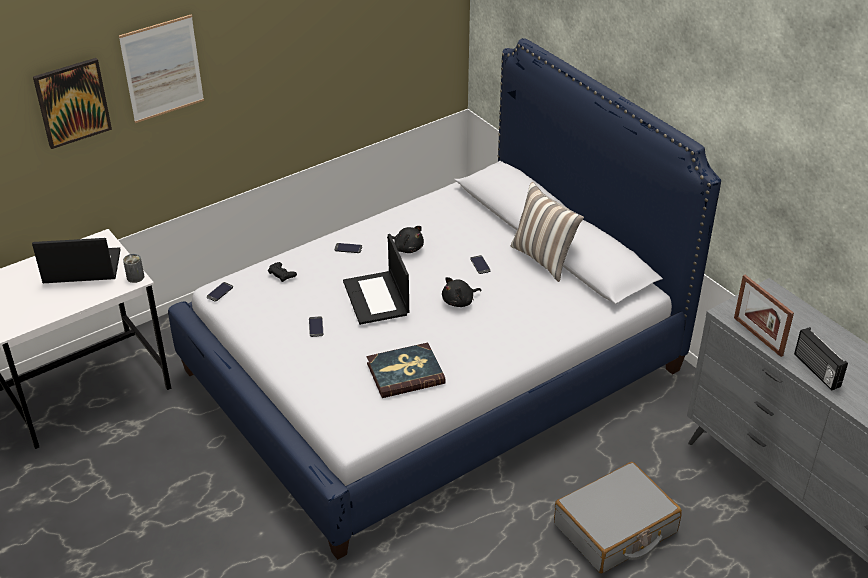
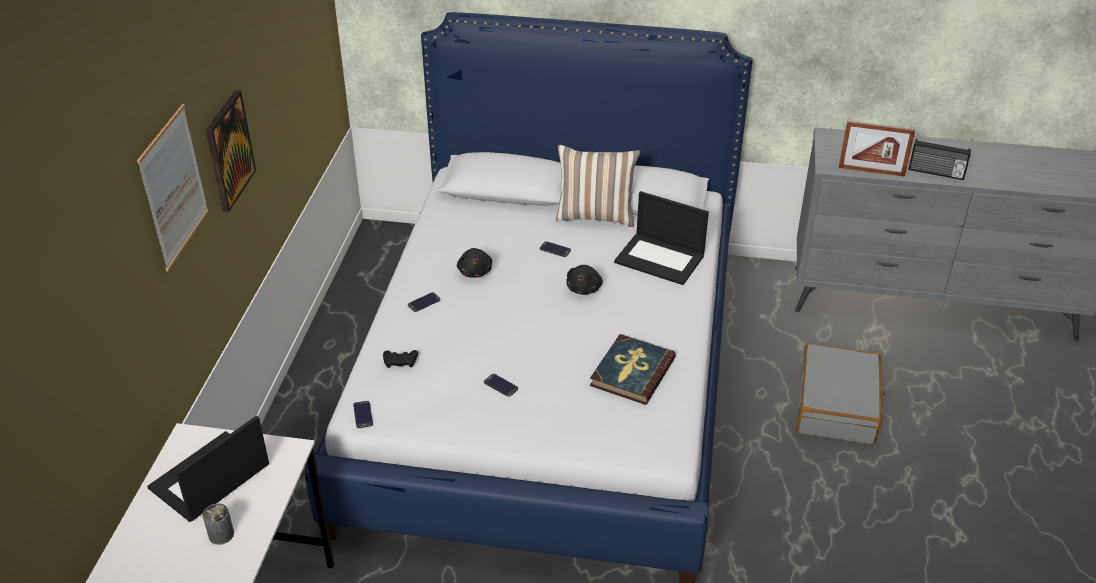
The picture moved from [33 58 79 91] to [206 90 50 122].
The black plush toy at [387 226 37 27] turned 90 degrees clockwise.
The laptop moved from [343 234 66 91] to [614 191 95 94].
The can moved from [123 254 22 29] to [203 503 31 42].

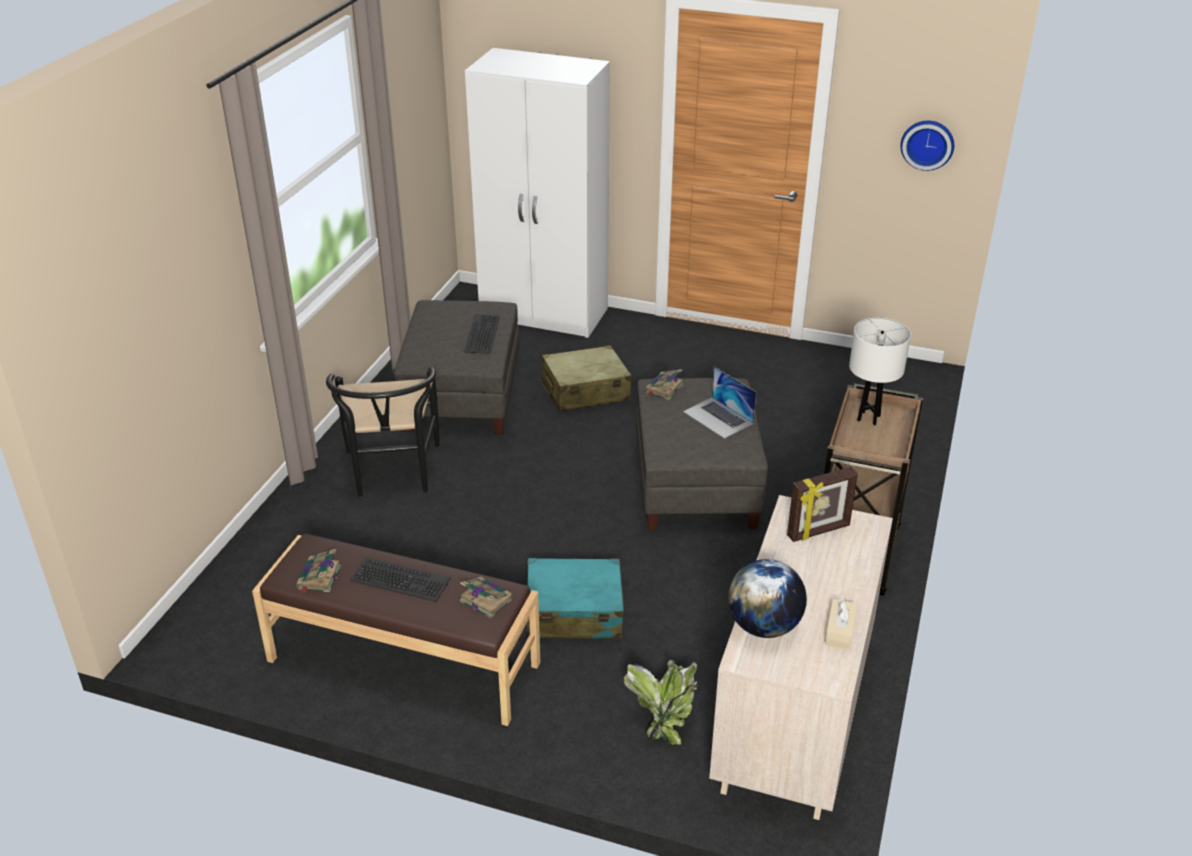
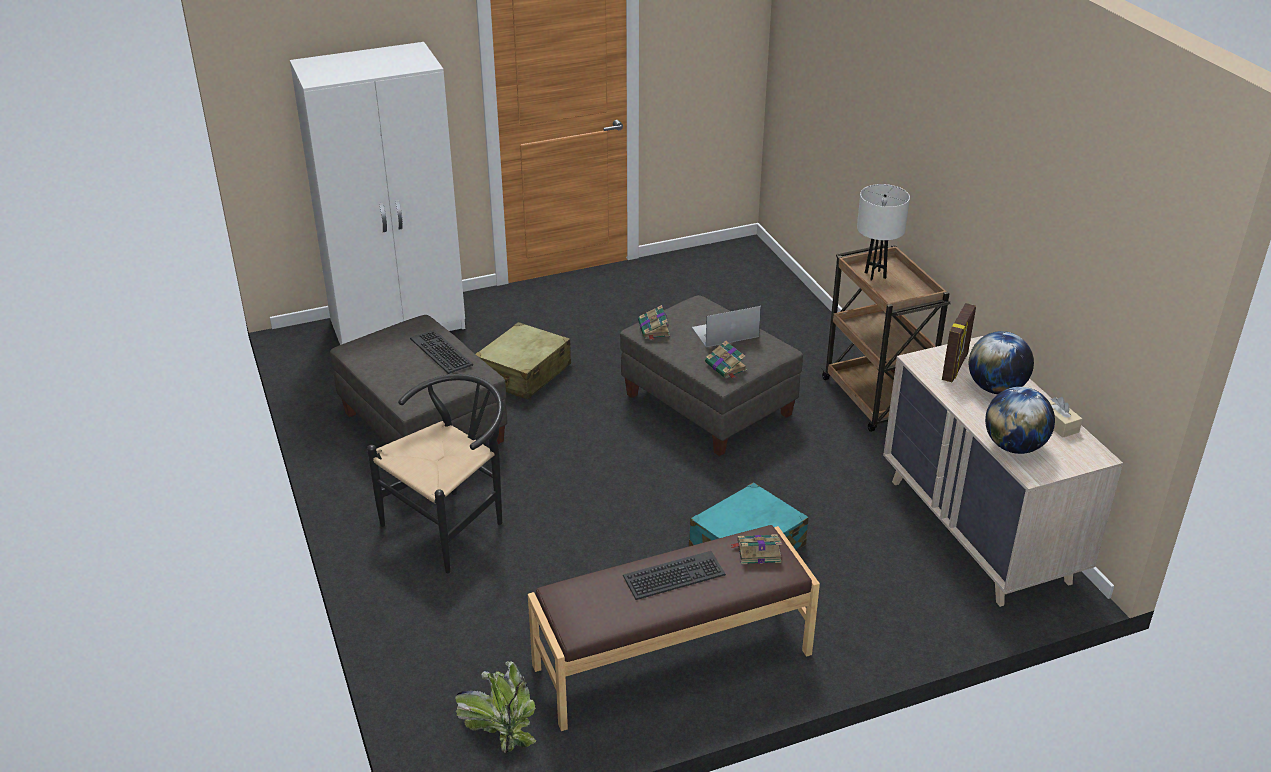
The wall clock at [900 121 54 50] disappeared.
The black chair at [326 367 113 130] turned 90 degrees counterclockwise.
The laptop at [683 367 73 72] turned 150 degrees clockwise.
The book moved from [296 549 46 45] to [705 341 42 38].
The potted plant moved from [624 660 74 85] to [455 661 81 92].
The globe at [969 331 65 63] appeared.

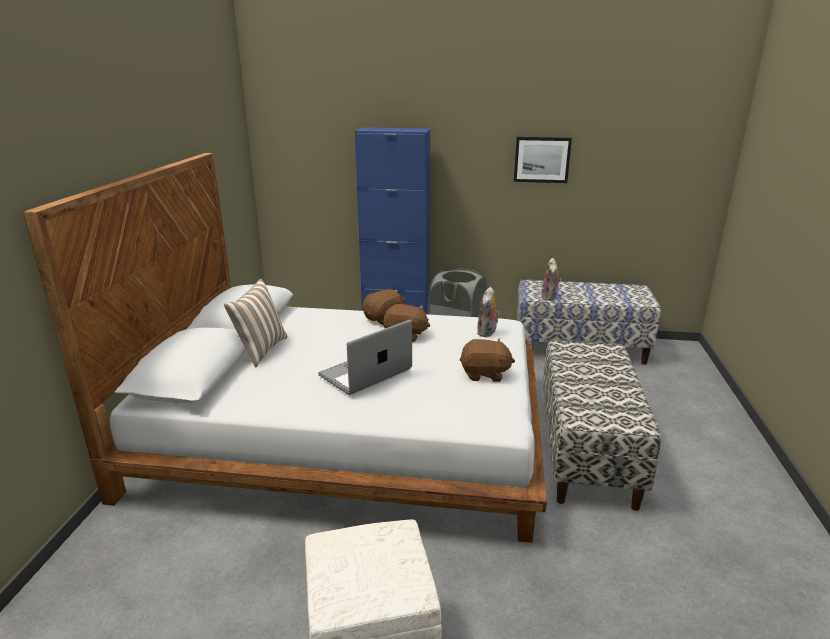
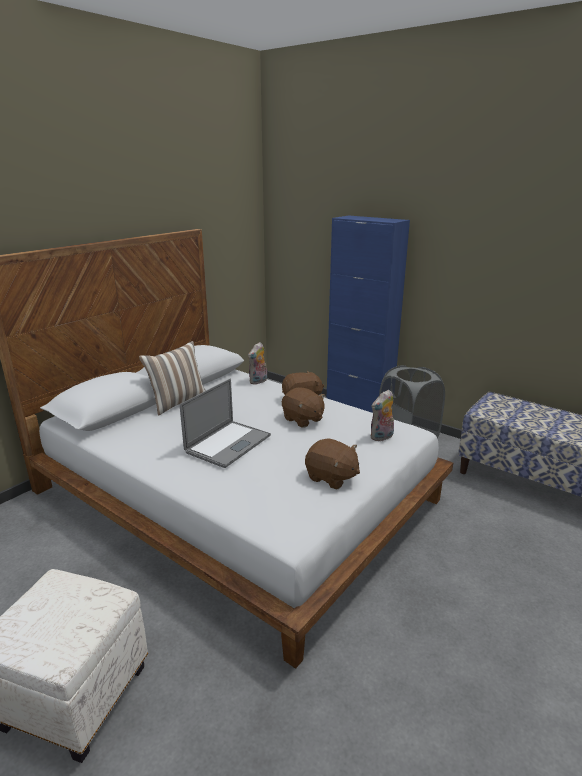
The picture at [514 137 58 46] disappeared.
The plush toy moved from [541 258 20 43] to [248 342 19 43].
The laptop at [318 319 94 76] turned 135 degrees clockwise.
The bench at [543 340 118 171] disappeared.

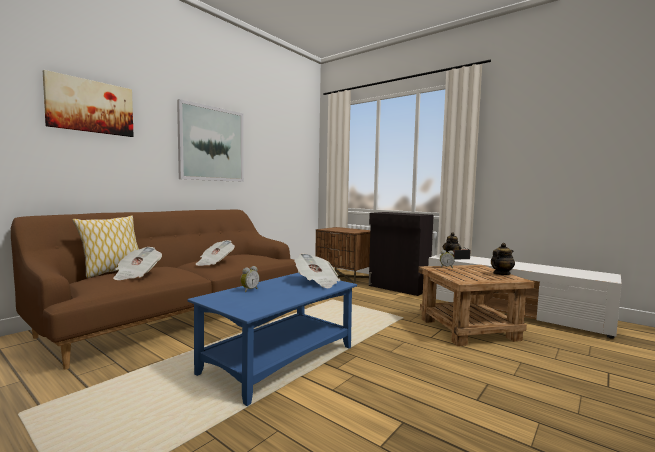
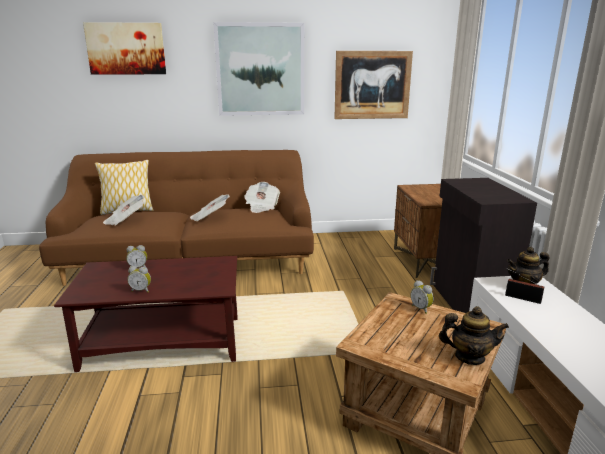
The newspaper moved from [294 253 46 35] to [244 182 36 31].
The blue coffee table at [187 273 170 133] became the brown coffee table at [54 256 184 116].
The picture at [334 51 79 68] appeared.
The alarm clock at [127 266 24 26] appeared.

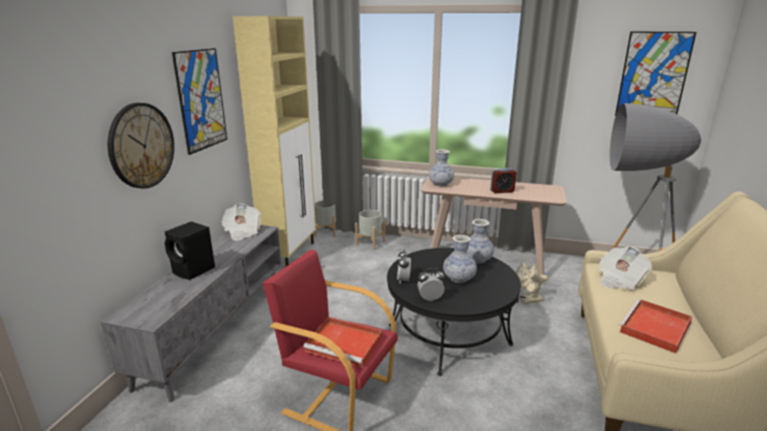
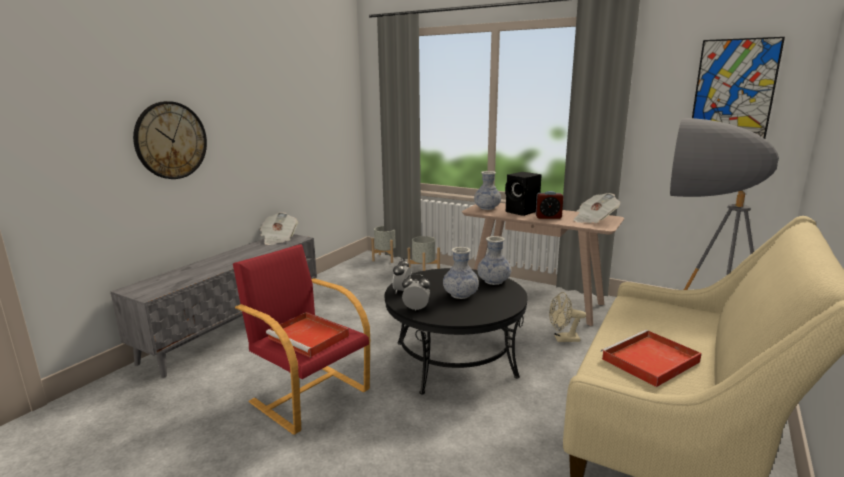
The beige cabinet at [233 16 83 251] disappeared.
The picture at [172 48 55 107] disappeared.
The black speaker moved from [165 221 50 59] to [505 172 37 44].
The newspaper moved from [598 247 54 43] to [573 193 47 30].

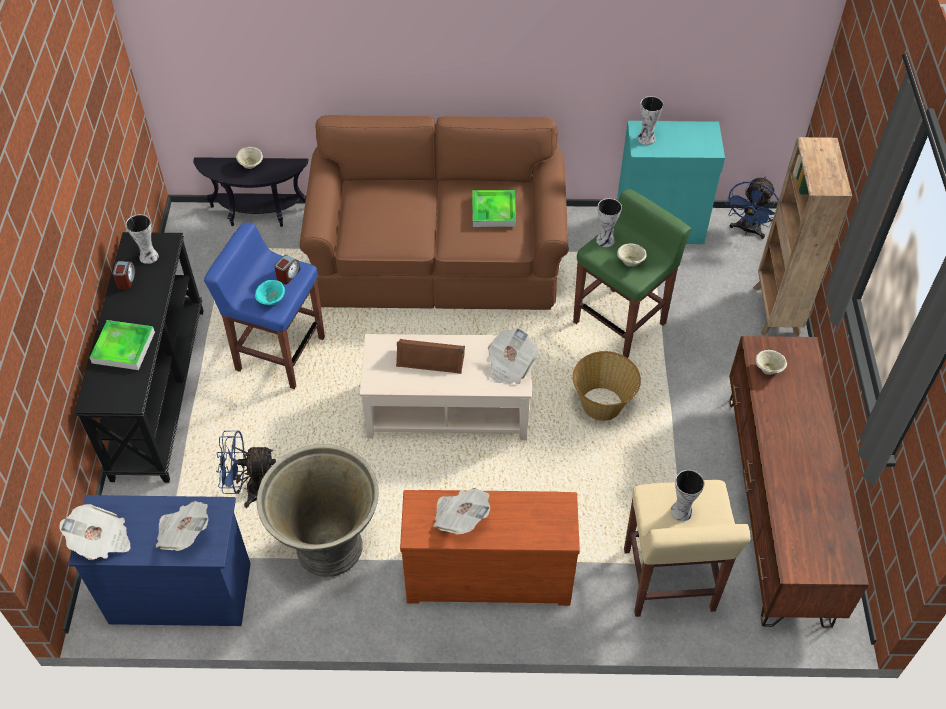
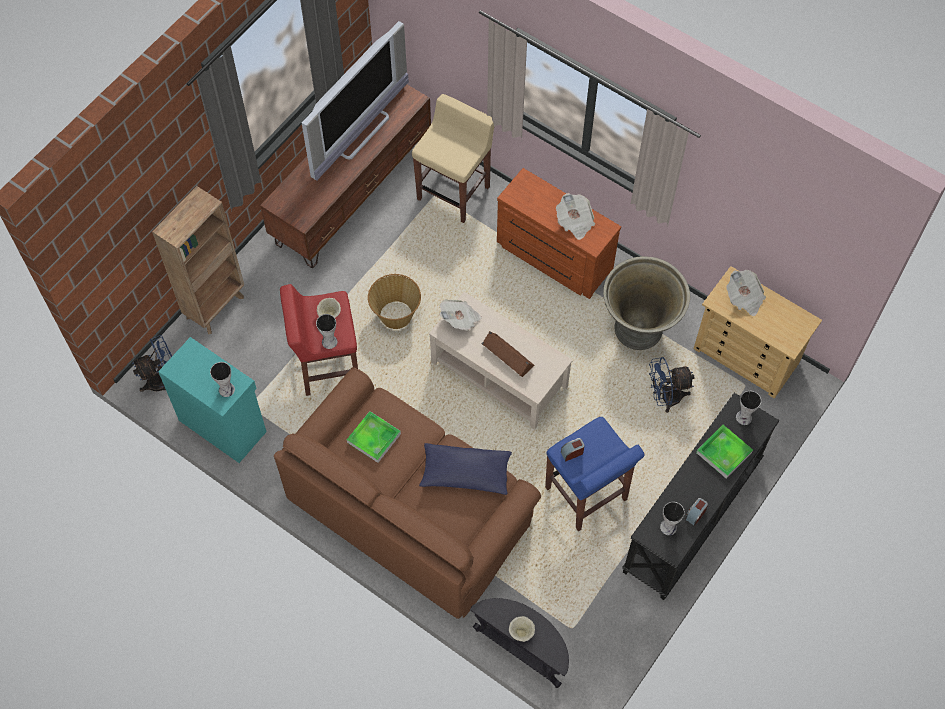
The green stool at [573 189 118 169] became the red stool at [280 284 78 112].
The turquoise bowl at [255 280 30 25] disappeared.
The beige bowl at [756 350 31 25] disappeared.
The blue fan at [216 430 60 78] turned 135 degrees clockwise.
The vase moved from [671 470 34 51] to [736 390 25 35].
The blue dresser at [68 495 183 131] became the beige dresser at [694 266 128 133].
The newspaper at [59 504 72 56] disappeared.
The television at [302 21 107 160] appeared.
The blue pillow at [419 443 93 52] appeared.

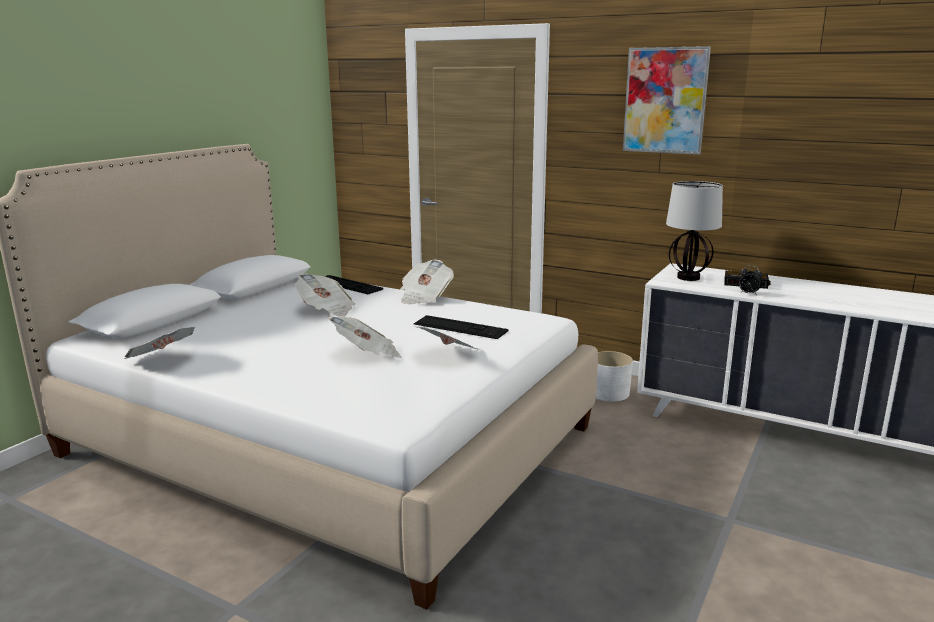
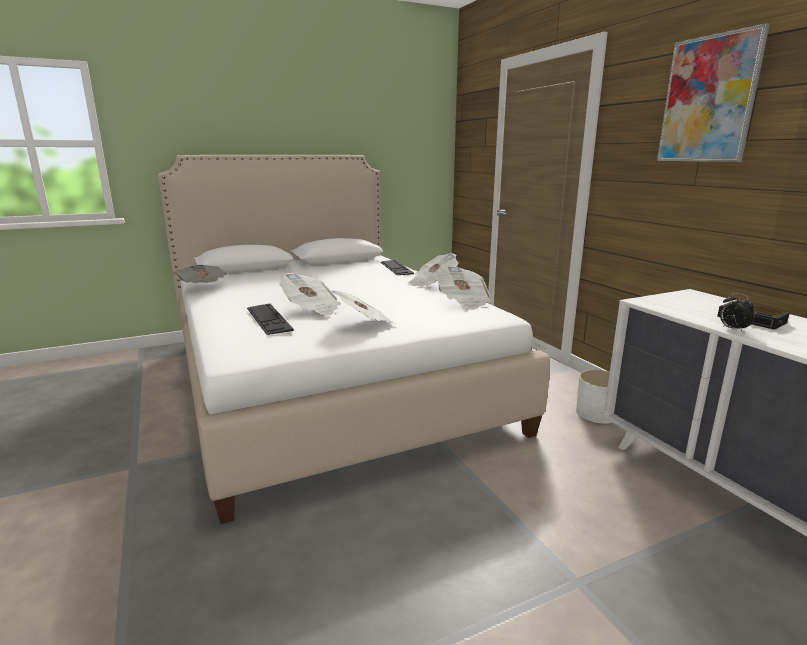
The table lamp at [666 181 57 100] disappeared.
The newspaper moved from [294 273 62 44] to [437 266 54 44].
The keyboard moved from [414 315 94 24] to [247 304 47 31].

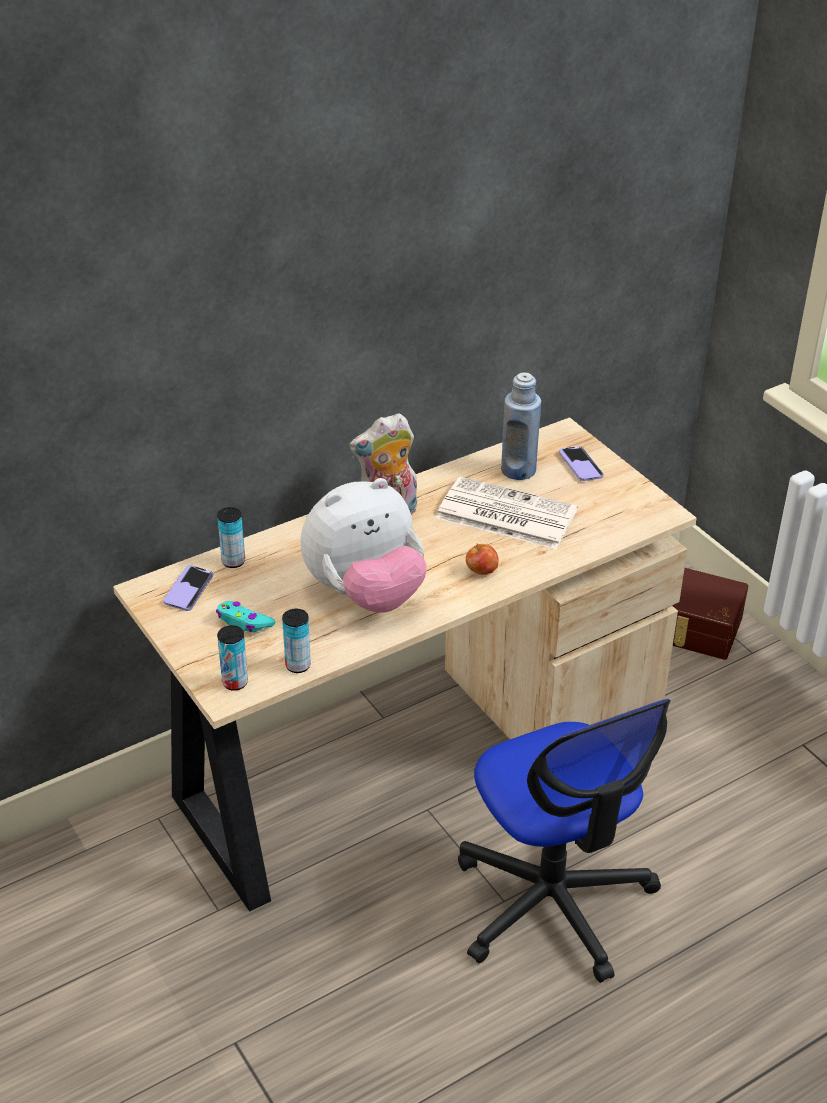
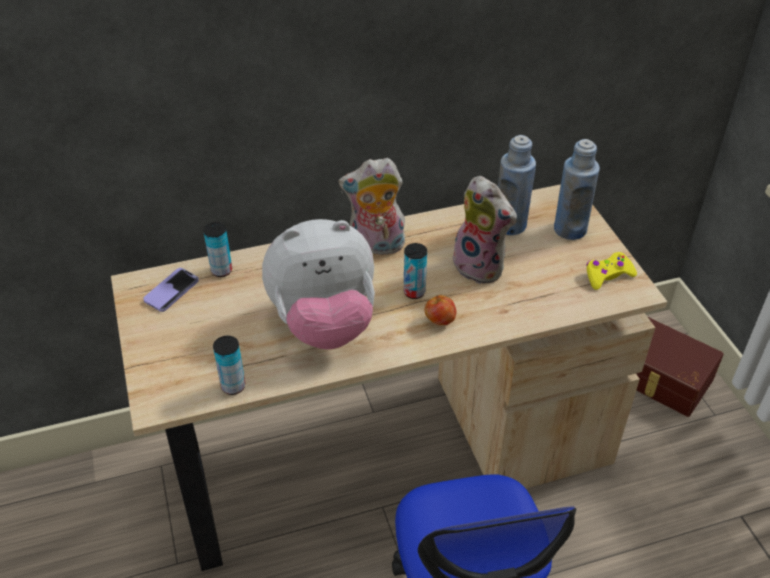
The phone at [559 446 45 35] was replaced by the blue bottle at [554 139 46 101].
The newspaper at [436 477 142 72] was replaced by the plush toy at [453 176 64 108].
The turquoise game controller at [216 601 60 31] disappeared.
The can moved from [217 625 31 66] to [404 243 23 56].
The yellow game controller at [586 252 51 38] appeared.

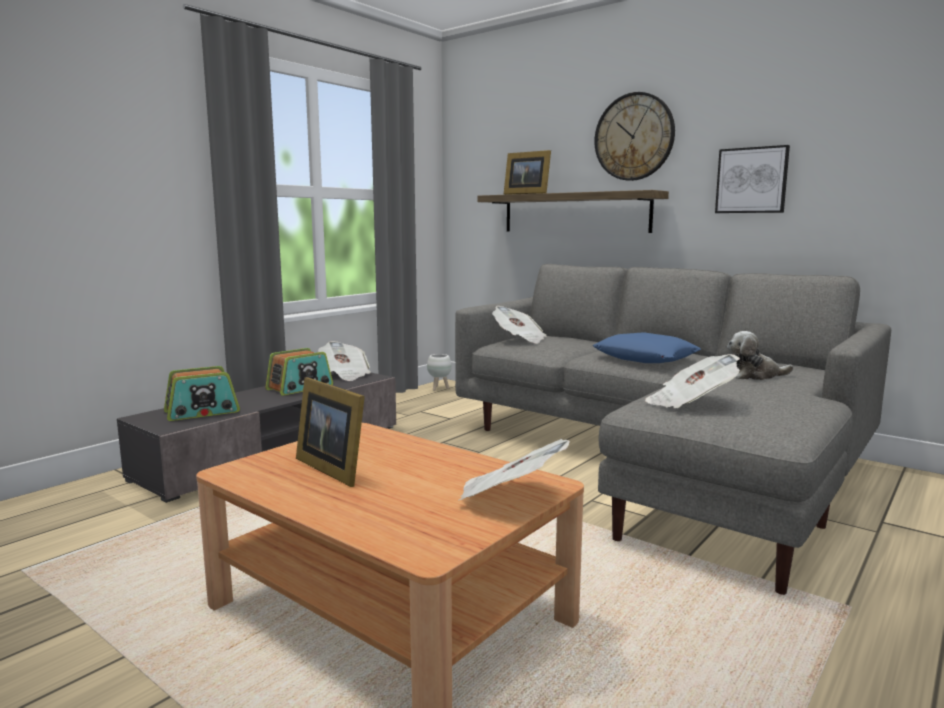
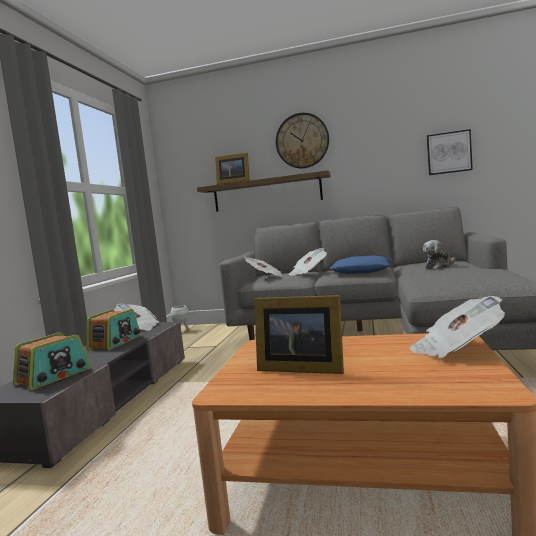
The picture moved from [715 145 75 68] to [427 129 46 46].
The newspaper moved from [645 354 95 54] to [289 248 38 27].

